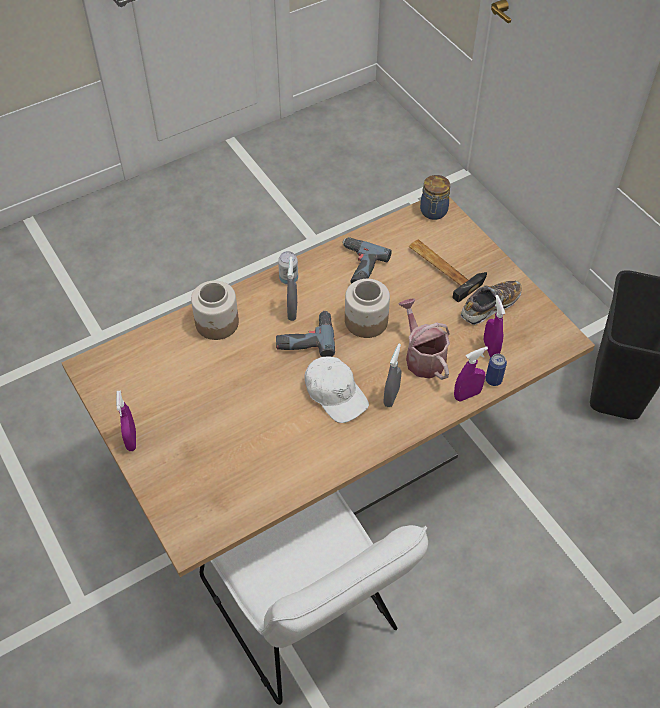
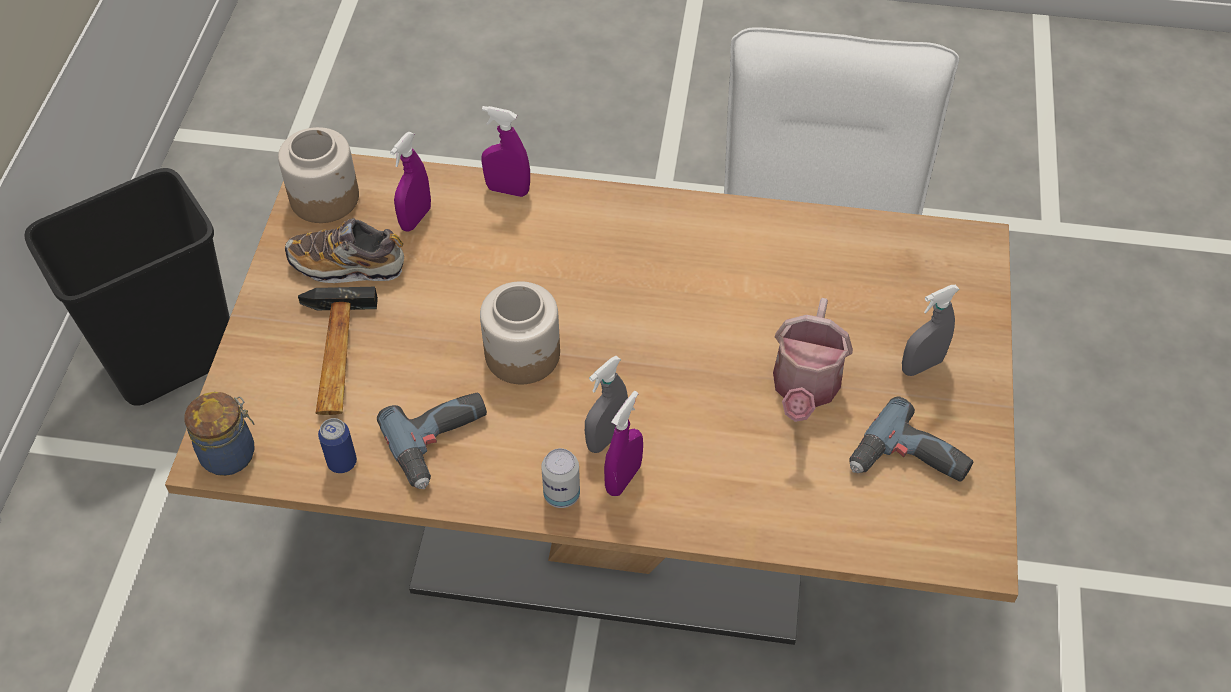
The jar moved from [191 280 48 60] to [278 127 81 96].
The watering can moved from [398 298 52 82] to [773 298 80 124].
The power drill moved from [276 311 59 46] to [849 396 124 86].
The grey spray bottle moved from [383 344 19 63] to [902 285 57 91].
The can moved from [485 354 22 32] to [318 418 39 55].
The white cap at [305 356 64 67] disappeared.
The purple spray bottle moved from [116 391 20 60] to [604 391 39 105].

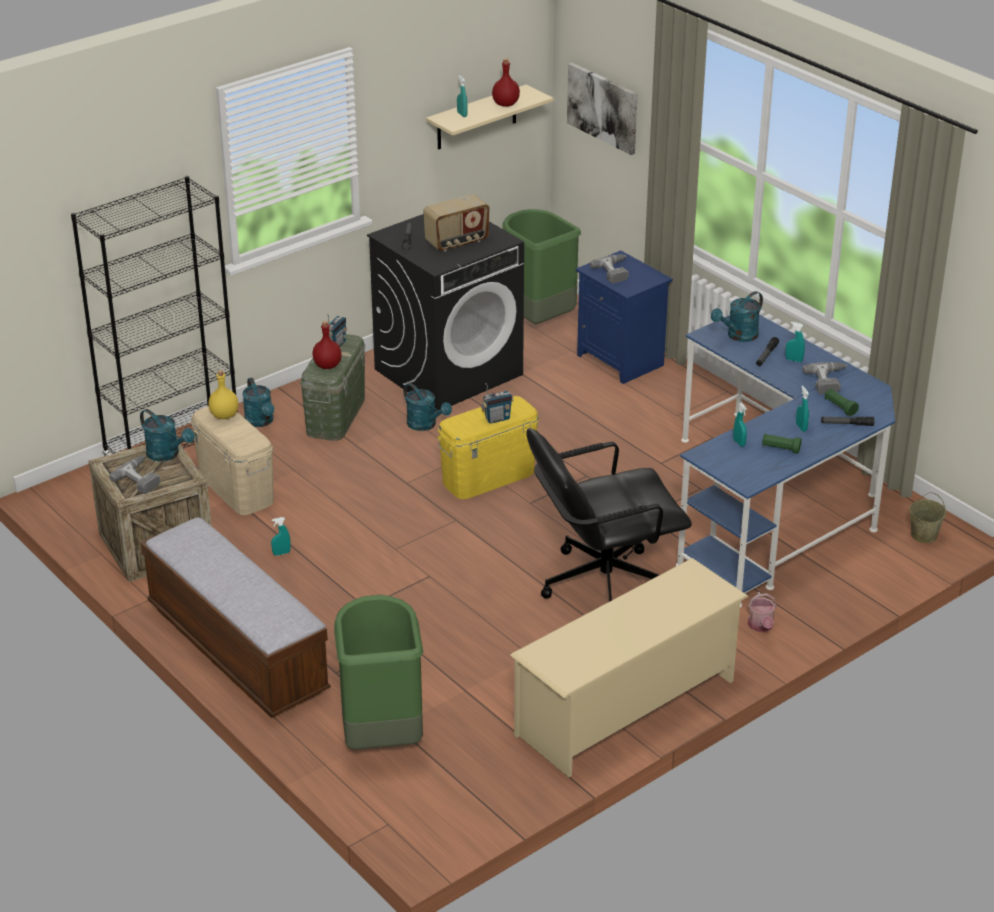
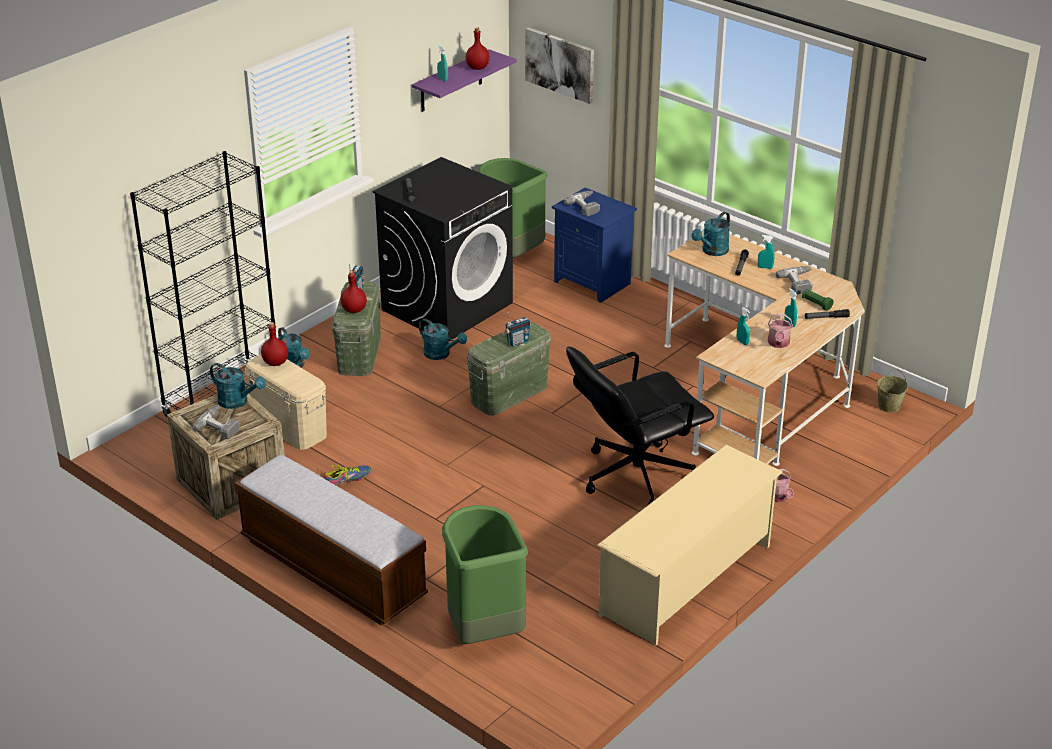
The beige shelf at [426 84 128 66] became the purple shelf at [412 49 105 63].
The radio at [423 194 66 57] disappeared.
The blue desk at [676 314 219 294] became the beige desk at [664 232 201 234].
The yellow bottle at [208 370 31 49] became the red bottle at [261 322 27 44].
The yellow storage box at [437 396 103 103] became the green storage box at [467 321 84 95].
The green flashlight at [762 434 40 20] was replaced by the watering can at [768 314 25 34].
The turquoise spray bottle at [271 517 20 39] was replaced by the shoe at [324 464 47 22].

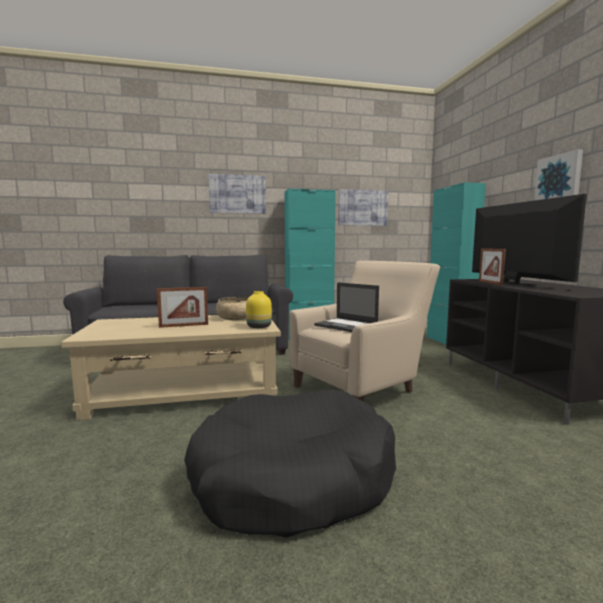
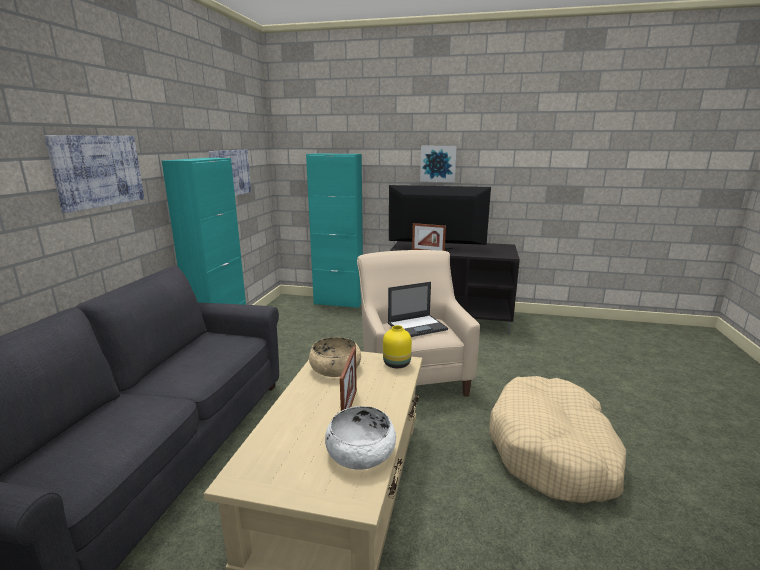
The black dog bed at [184 390 212 148] became the beige dog bed at [489 376 137 127].
The white bowl at [325 406 71 64] appeared.

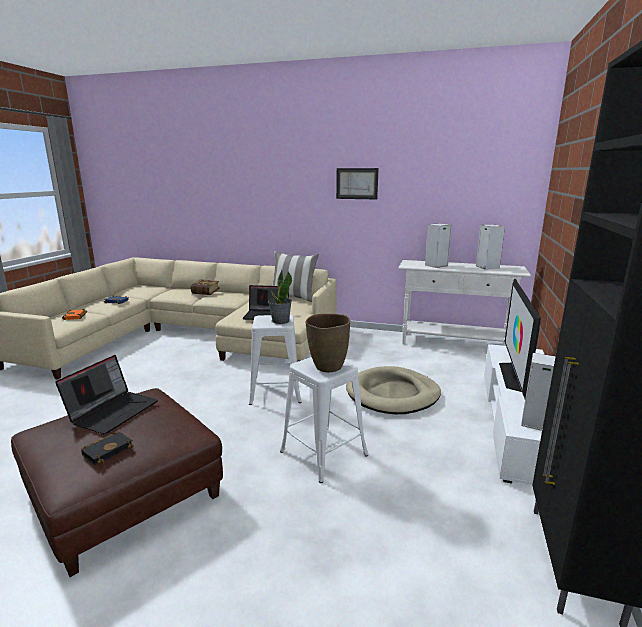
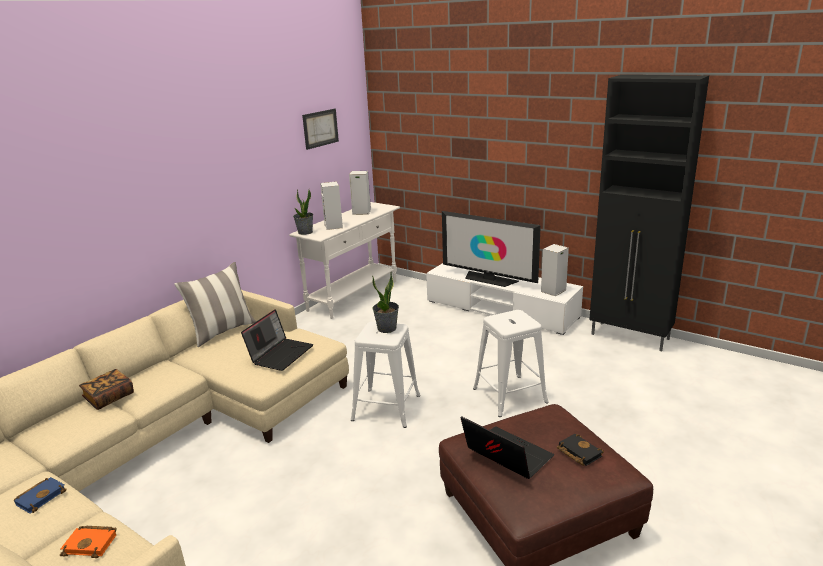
The picture moved from [336 168 43 32] to [302 109 37 41].
The brown vase at [306 314 44 59] disappeared.
The beige dog bed at [346 366 95 48] disappeared.
The potted plant at [293 190 20 45] appeared.

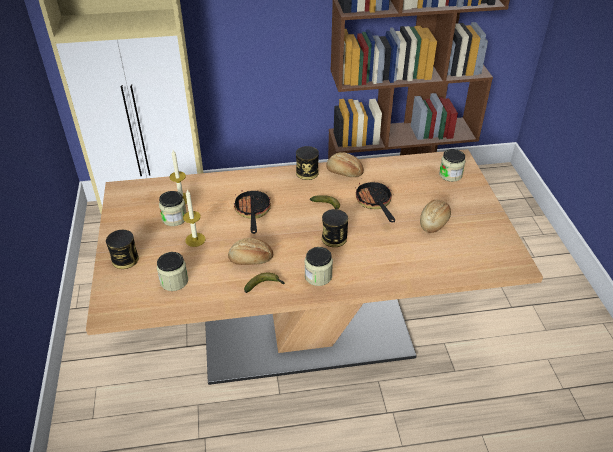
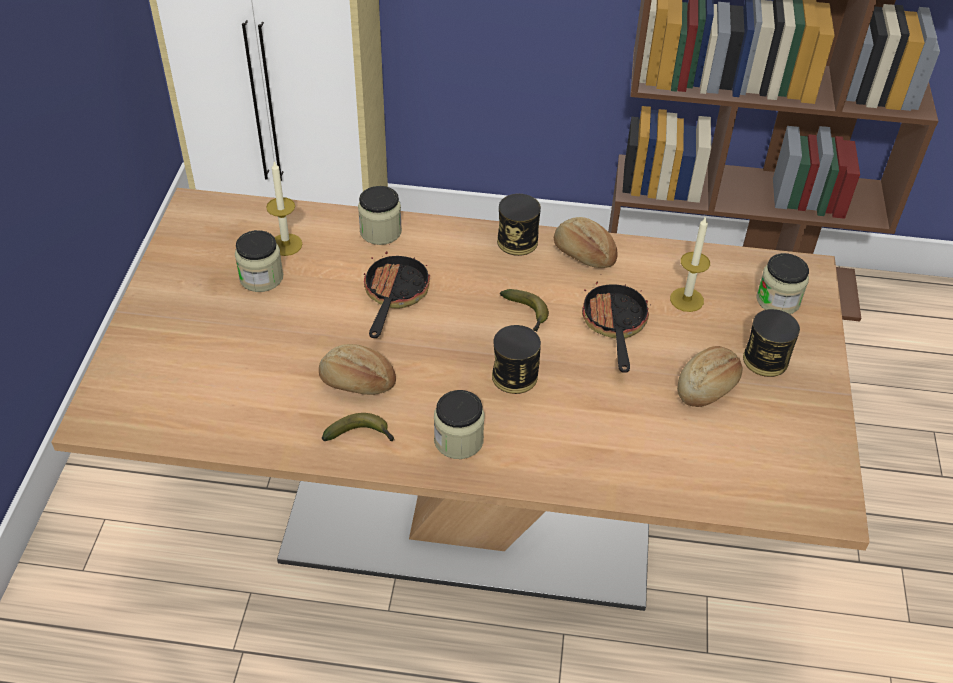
The candle moved from [183 190 22 57] to [670 216 40 96].
The can moved from [106 230 33 39] to [743 309 57 68].
The jar moved from [157 252 31 39] to [358 186 44 59].

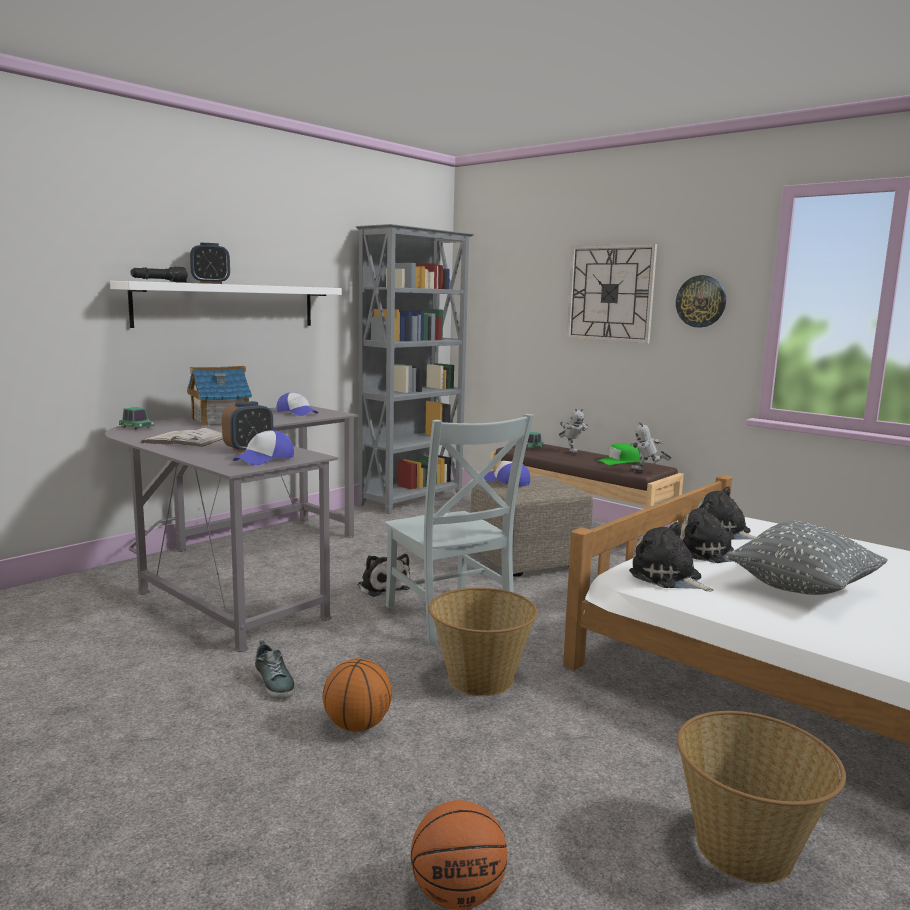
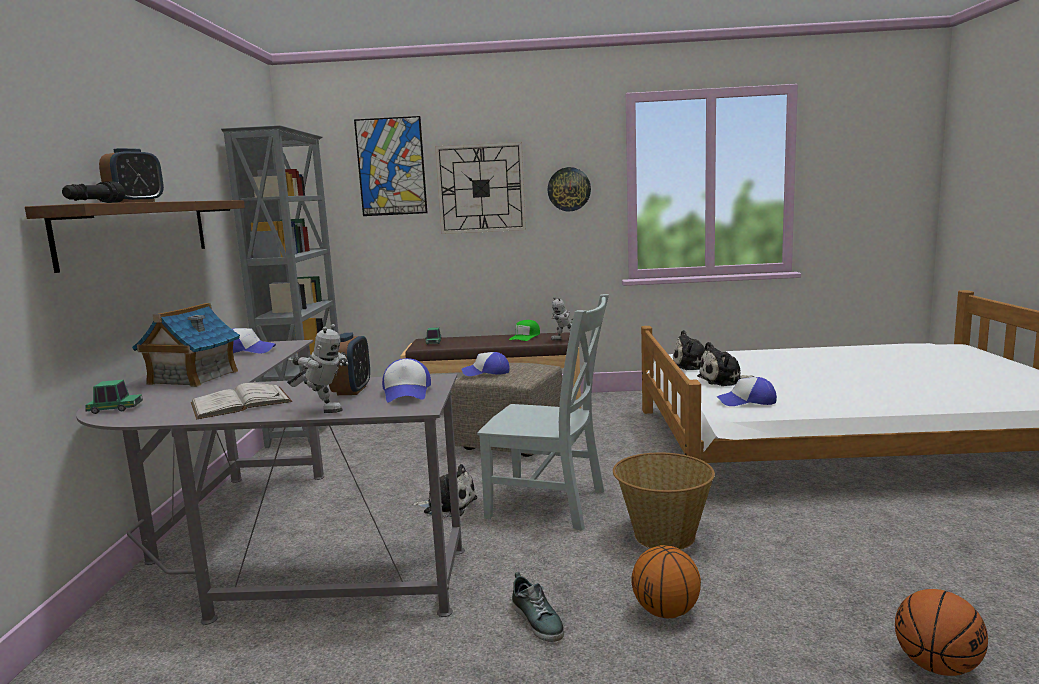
The white shelf at [110 281 232 47] became the brown shelf at [25 200 220 73].
The toy robot moved from [558 408 30 45] to [287 324 61 89].
The grey pillow at [726 521 162 74] disappeared.
The plush toy at [629 522 85 69] was replaced by the cap at [717 377 60 29].
The shoe at [255 640 40 59] turned 45 degrees clockwise.
The basket at [677 711 169 173] disappeared.
The picture at [354 116 73 100] appeared.

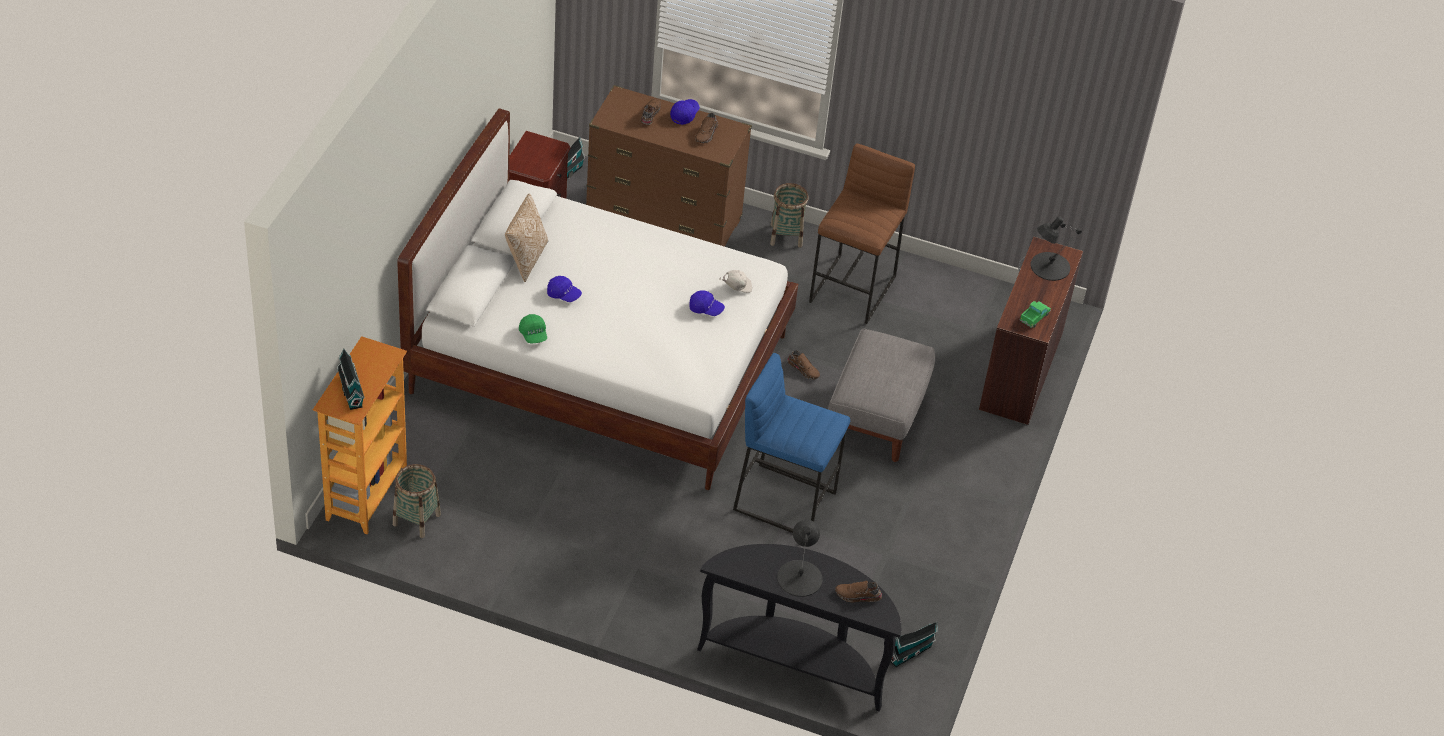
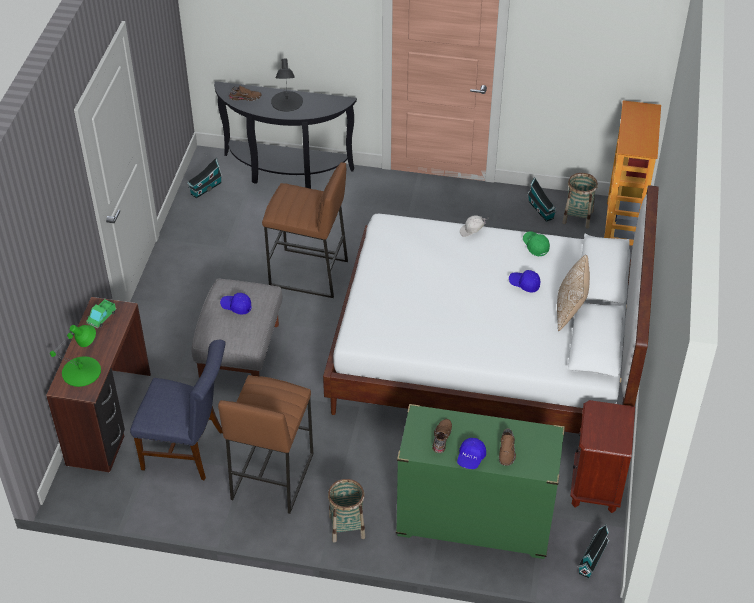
The brown dresser at [586 85 166 162] became the green dresser at [396 404 169 155].
The black table lamp at [1031 216 51 65] became the green table lamp at [50 325 51 62].
The white cap moved from [720 270 32 23] to [460 215 29 22].
The blue cap moved from [689 290 36 26] to [220 293 32 22].
The toy house moved from [337 348 28 62] to [527 177 29 45].
The brown shoe at [787 350 33 30] disappeared.
The blue stool at [733 353 117 180] became the brown stool at [262 162 86 136].
The blue chair at [130 340 96 140] appeared.

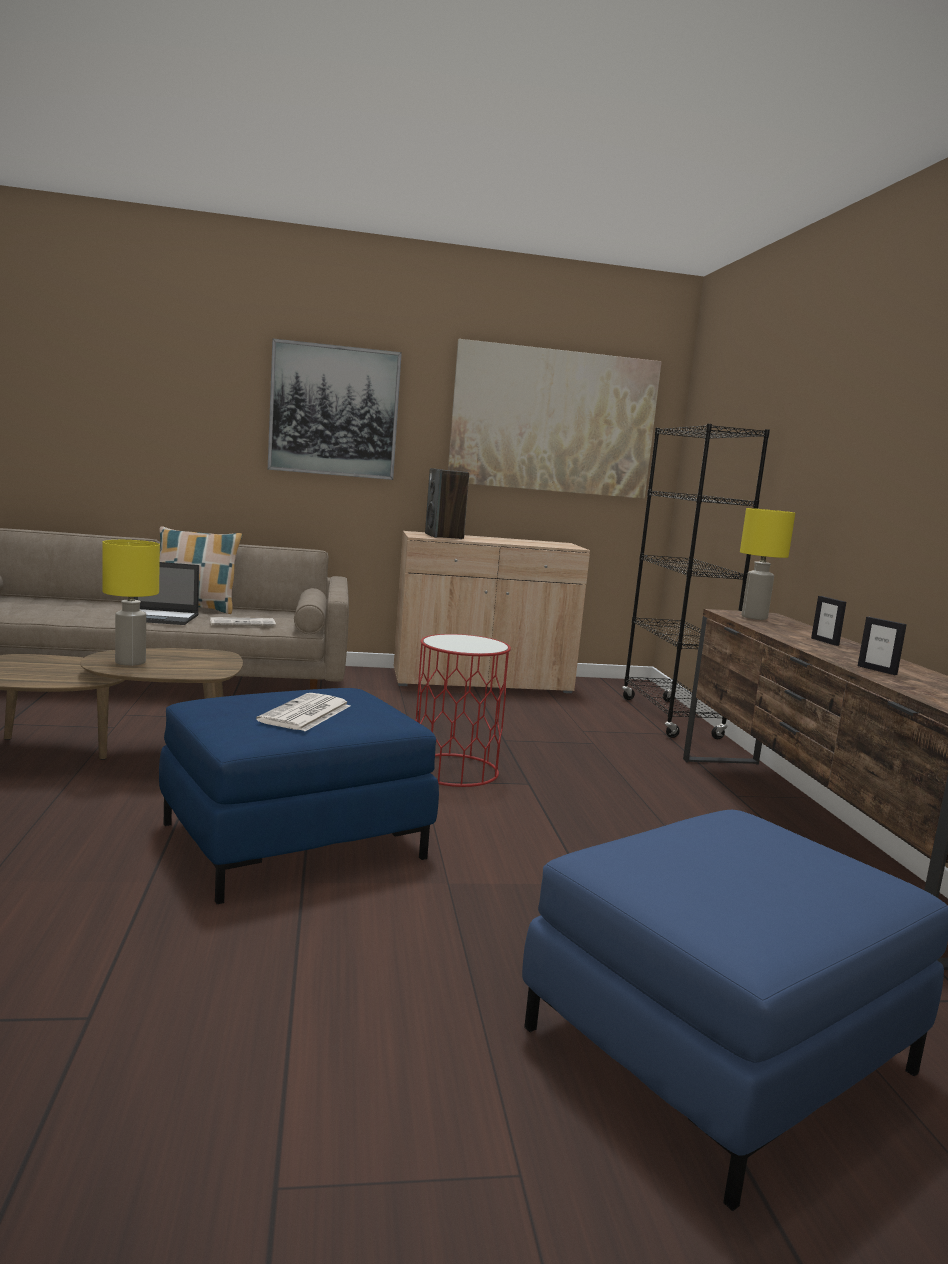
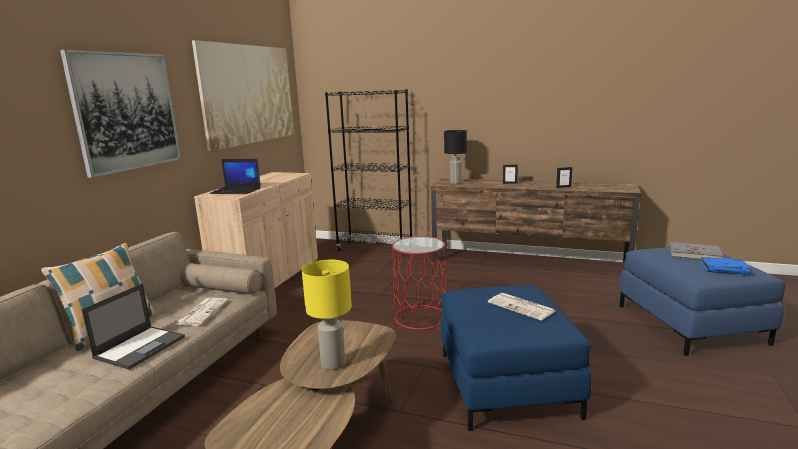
The speaker at [425 468 44 71] was replaced by the laptop at [210 159 51 35].
The yellow table lamp at [740 508 55 112] became the black table lamp at [444 130 23 54].
The grey book at [669 242 55 17] appeared.
The blue book at [700 257 51 18] appeared.

